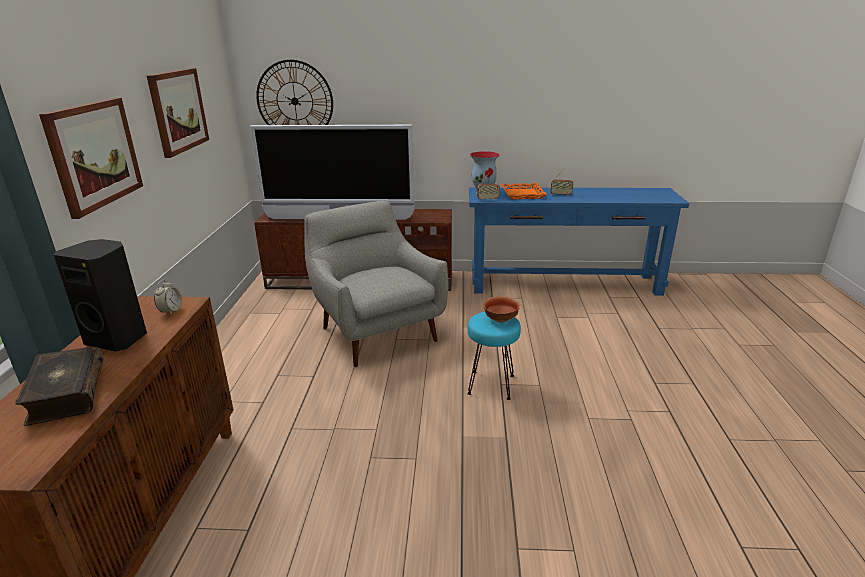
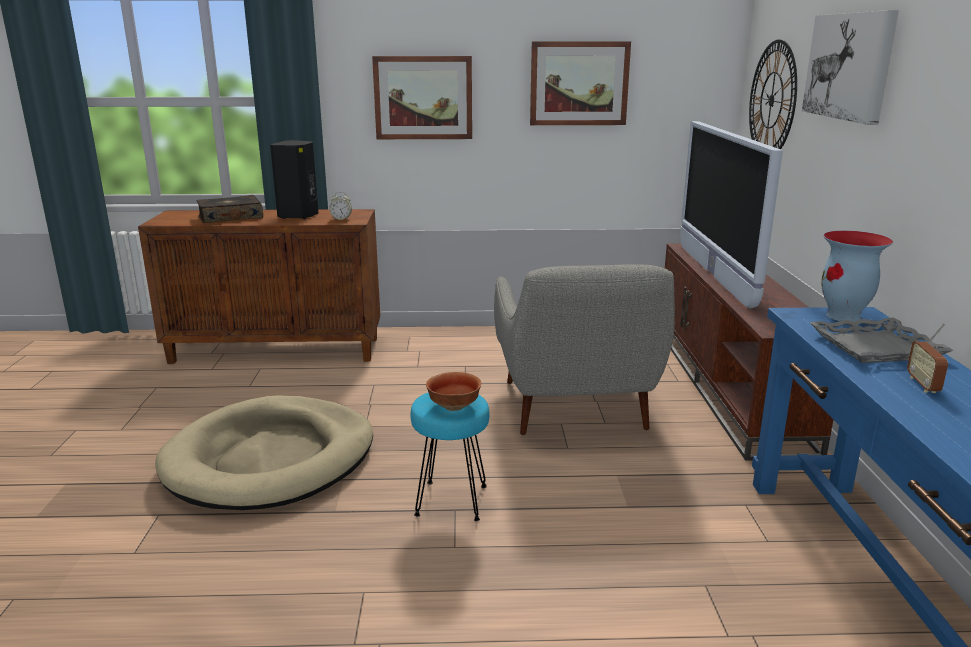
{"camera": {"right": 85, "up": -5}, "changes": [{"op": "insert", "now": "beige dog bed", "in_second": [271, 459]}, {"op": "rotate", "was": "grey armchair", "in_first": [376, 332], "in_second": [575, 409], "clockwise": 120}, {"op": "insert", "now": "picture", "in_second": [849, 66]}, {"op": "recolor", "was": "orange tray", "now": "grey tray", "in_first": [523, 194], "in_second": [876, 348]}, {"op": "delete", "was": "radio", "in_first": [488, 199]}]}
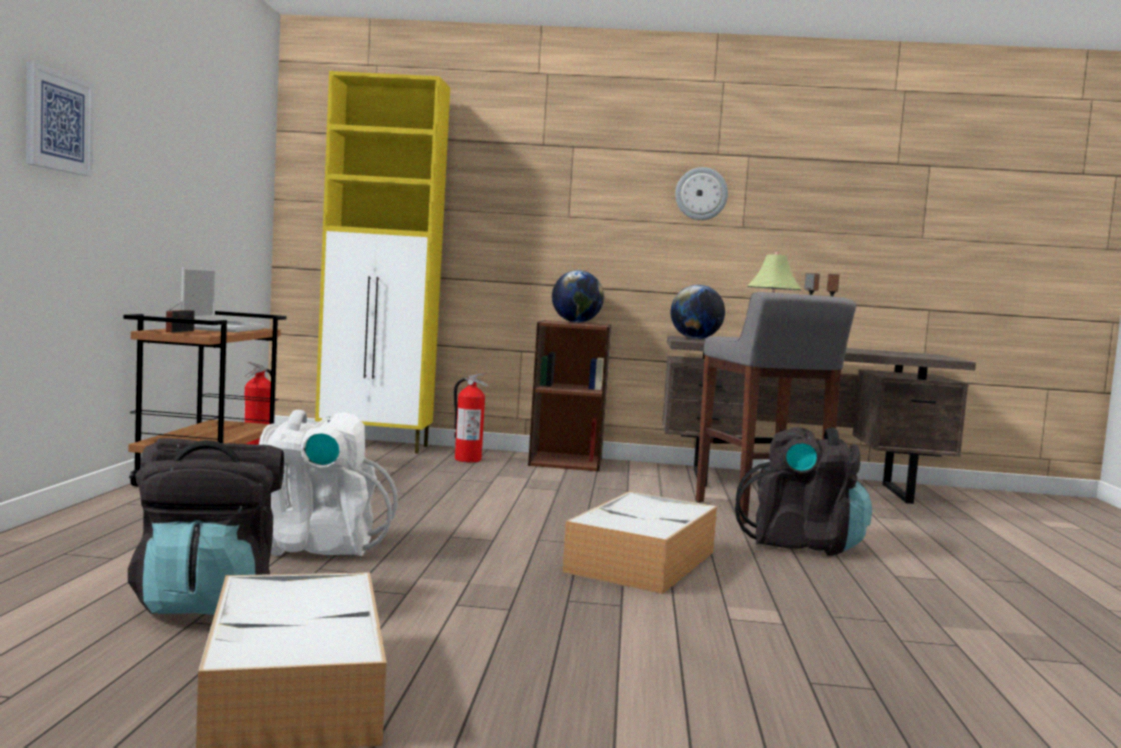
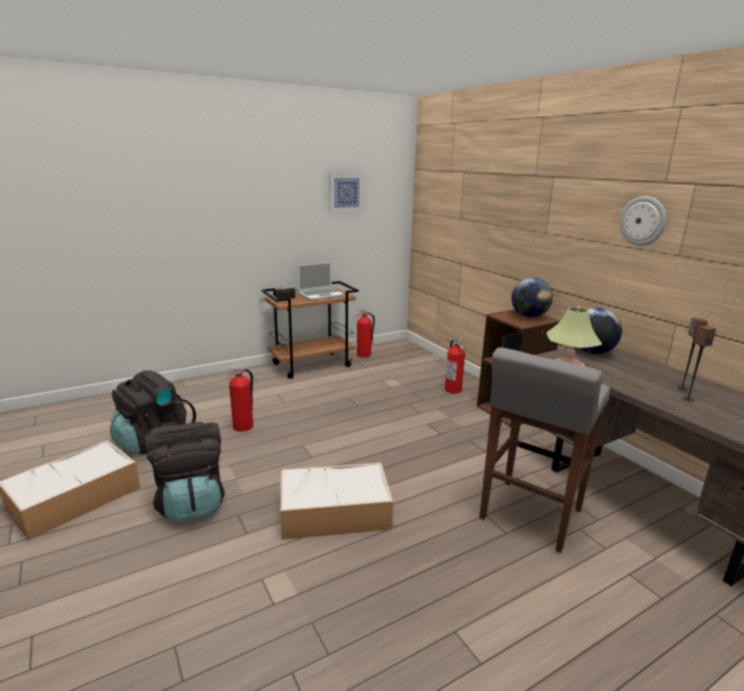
{"camera": {"right": 55, "up": 15}, "changes": [{"op": "move", "was": "black backpack", "in_first": [801, 544], "in_second": [192, 502]}, {"op": "replace", "was": "white backpack", "now": "fire extinguisher", "in_first": [314, 546], "in_second": [243, 427]}, {"op": "move", "was": "picture", "in_first": [58, 121], "in_second": [345, 192]}, {"op": "delete", "was": "yellow cabinet", "in_first": [375, 446]}]}
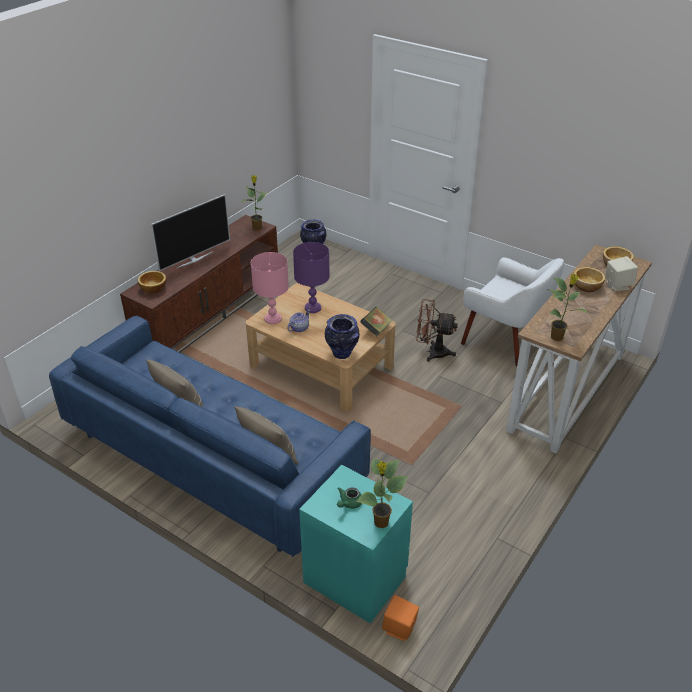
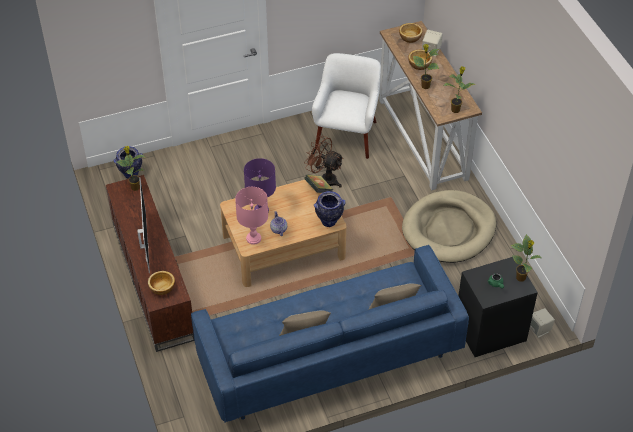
{"camera": {"right": -55, "up": 10}, "changes": [{"op": "rotate", "was": "brown fan", "in_first": [432, 352], "in_second": [324, 179], "clockwise": 75}, {"op": "rotate", "was": "white armchair", "in_first": [505, 340], "in_second": [347, 134], "clockwise": -60}, {"op": "insert", "now": "beige dog bed", "in_second": [449, 229]}, {"op": "insert", "now": "potted plant", "in_second": [425, 86]}, {"op": "recolor", "was": "turquoise nightstand", "now": "black nightstand", "in_first": [355, 578], "in_second": [490, 330]}, {"op": "recolor", "was": "orange speaker", "now": "beige speaker", "in_first": [399, 629], "in_second": [539, 330]}]}
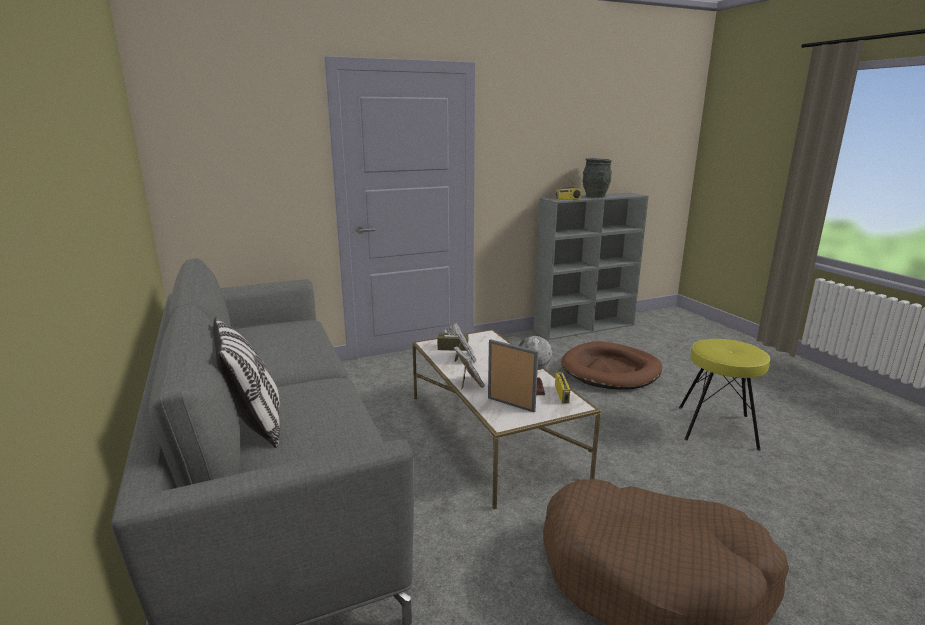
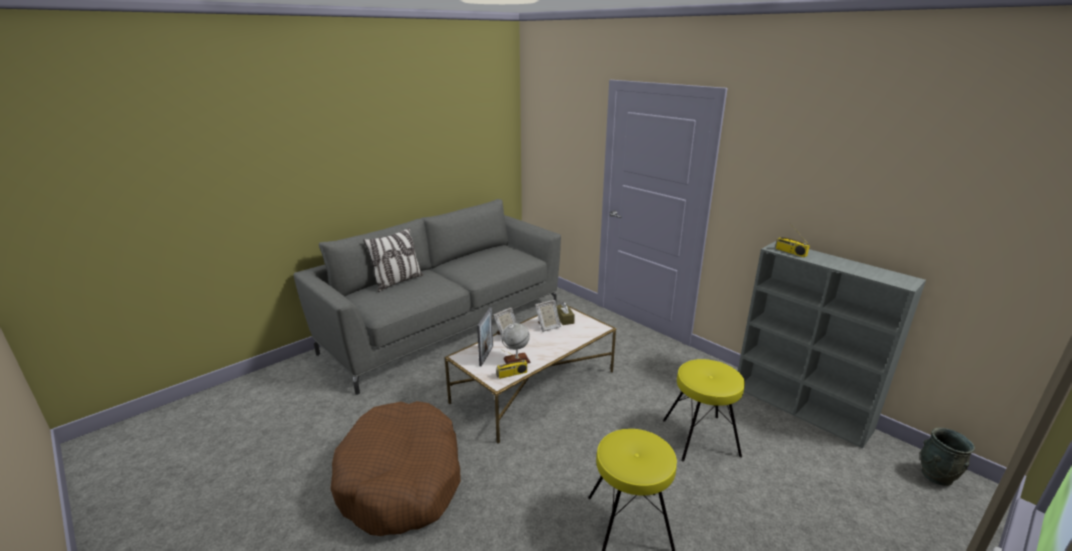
{"camera": {"right": 70, "up": 5}, "changes": [{"op": "replace", "was": "brown dog bed", "now": "yellow stool", "in_first": [611, 370], "in_second": [701, 438]}, {"op": "move", "was": "grey vase", "in_first": [595, 196], "in_second": [935, 476]}]}
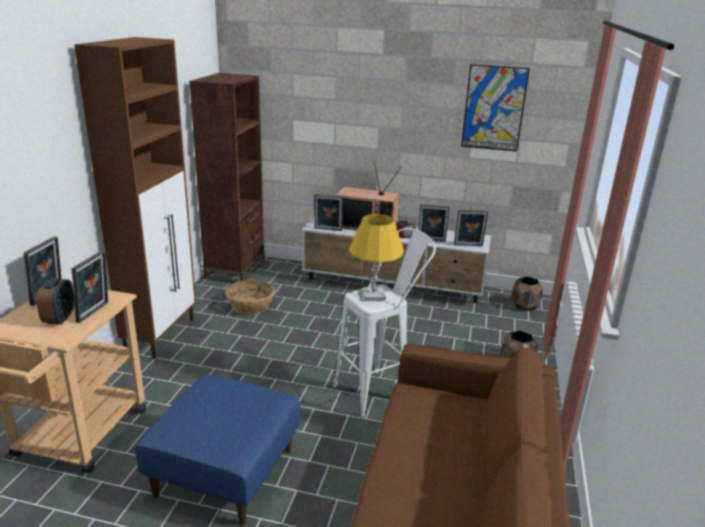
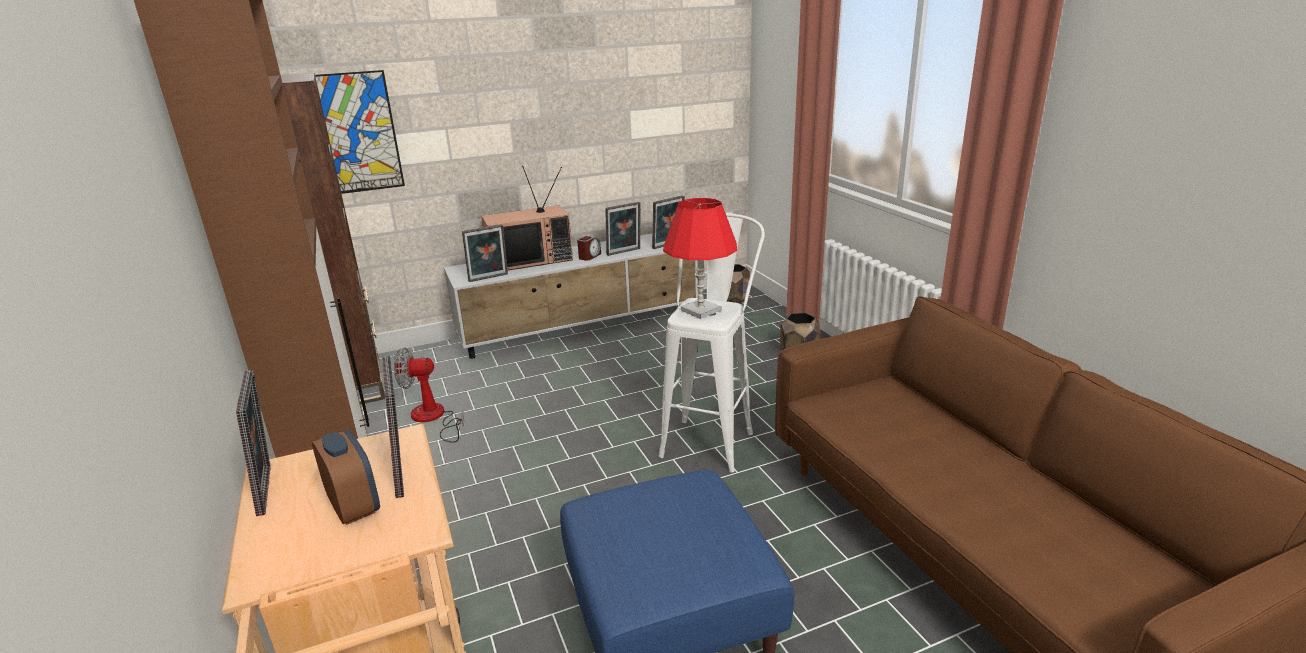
{"camera": {"right": -35, "up": 0}, "changes": [{"op": "move", "was": "picture", "in_first": [494, 108], "in_second": [352, 133]}, {"op": "replace", "was": "basket", "now": "fan", "in_first": [251, 306], "in_second": [433, 418]}, {"op": "recolor", "was": "yellow table lamp", "now": "red table lamp", "in_first": [373, 295], "in_second": [700, 310]}]}
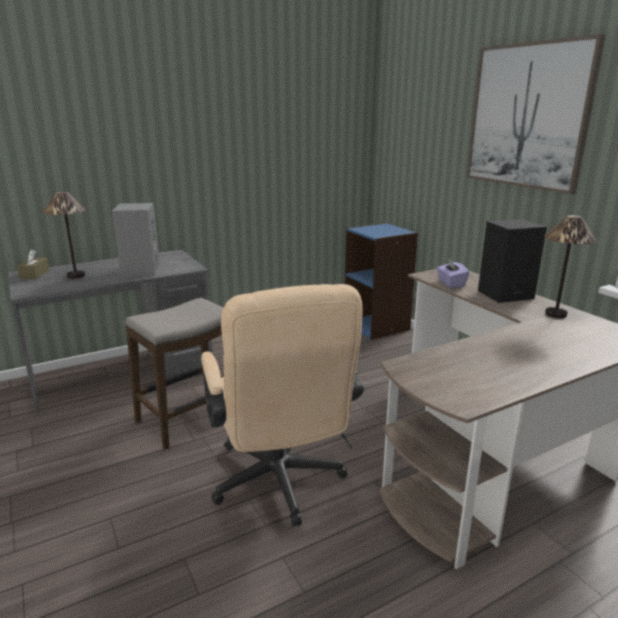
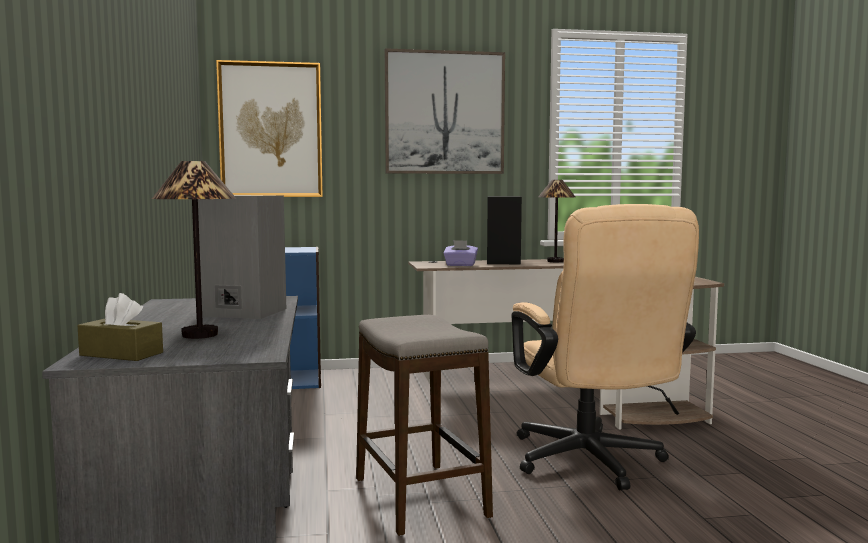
{"camera": {"right": -70, "up": -15}, "changes": [{"op": "insert", "now": "picture", "in_second": [271, 130]}, {"op": "rotate", "was": "beige office chair", "in_first": [280, 484], "in_second": [592, 464], "clockwise": 75}]}
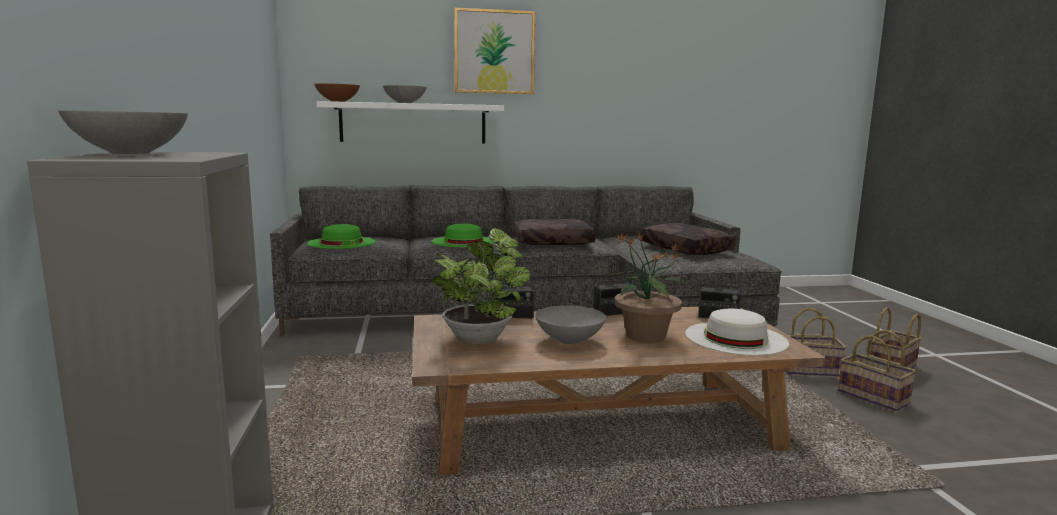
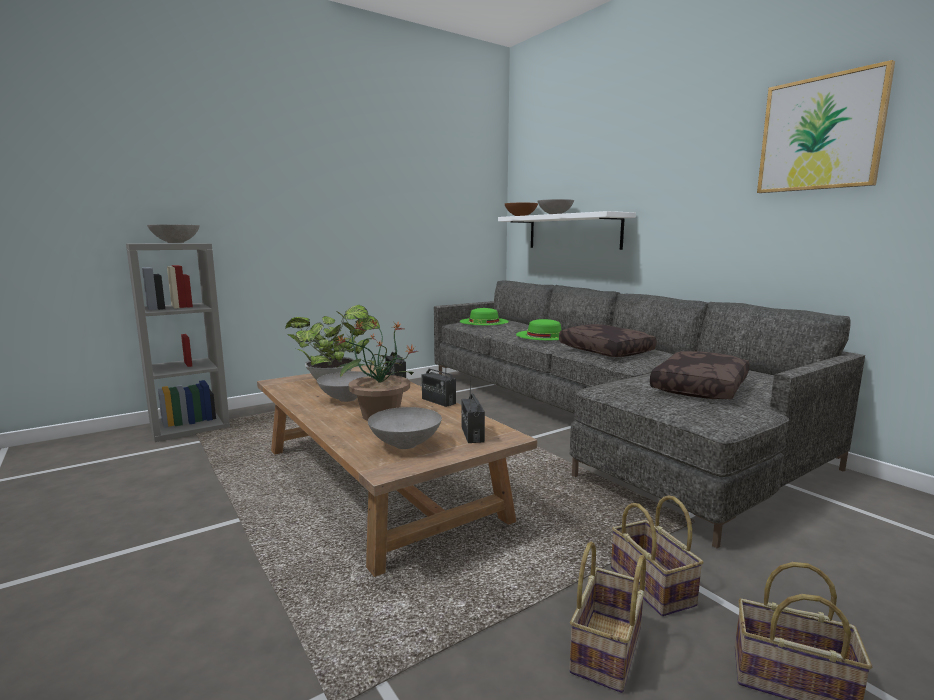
{"camera": {"right": 65, "up": 0}, "changes": [{"op": "replace", "was": "white hat", "now": "grey bowl", "in_first": [735, 338], "in_second": [404, 445]}, {"op": "move", "was": "picture", "in_first": [494, 52], "in_second": [820, 134]}]}
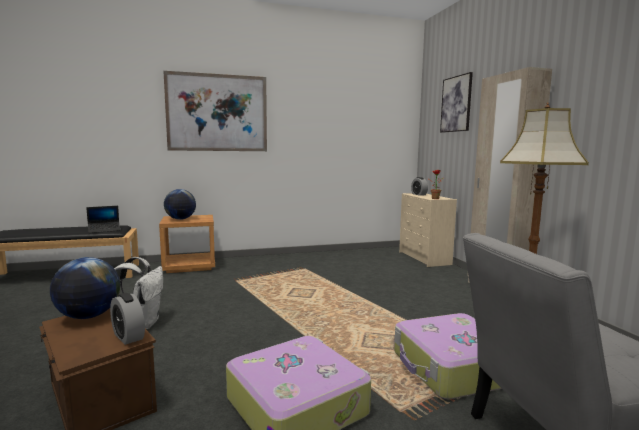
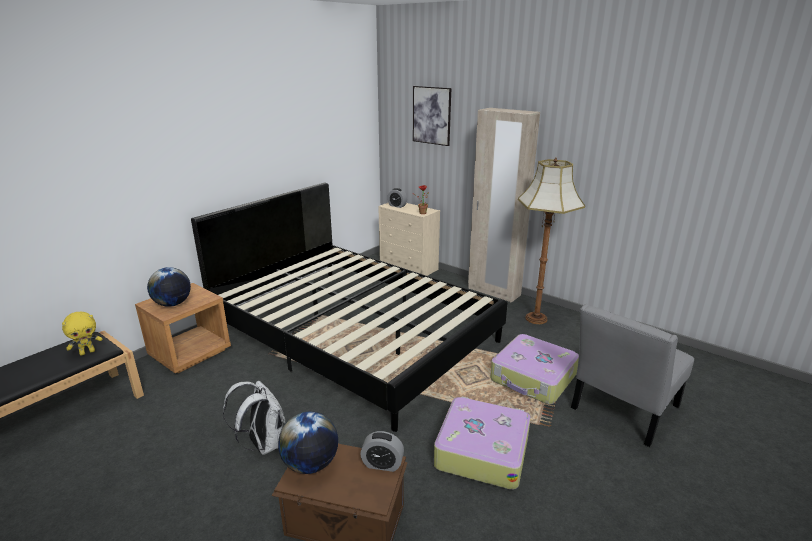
{"camera": {"right": -35, "up": 15}, "changes": [{"op": "replace", "was": "laptop", "now": "yellow plush toy", "in_first": [104, 230], "in_second": [87, 352]}, {"op": "insert", "now": "black bed", "in_second": [354, 334]}, {"op": "delete", "was": "picture", "in_first": [217, 113]}]}
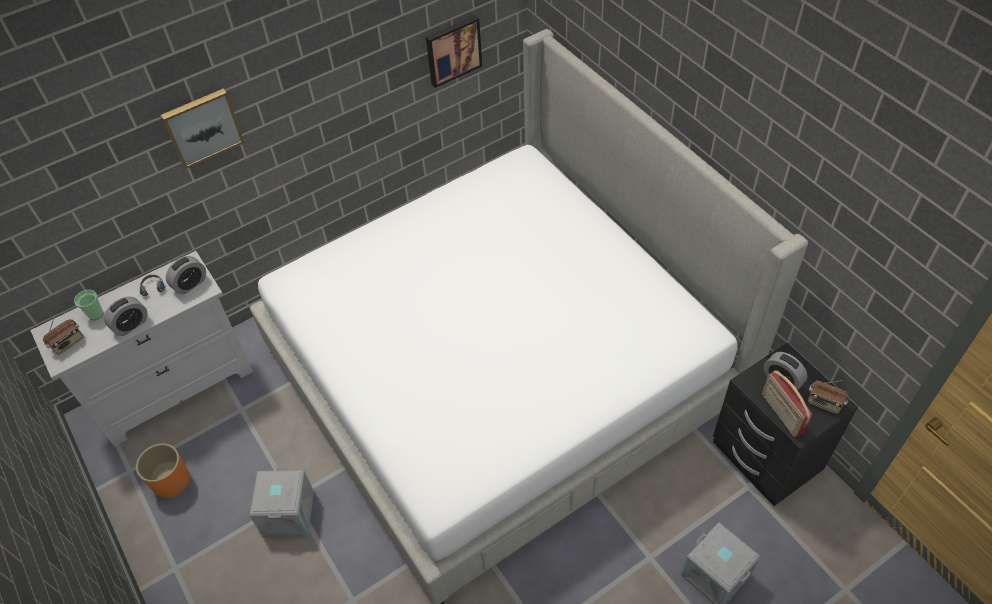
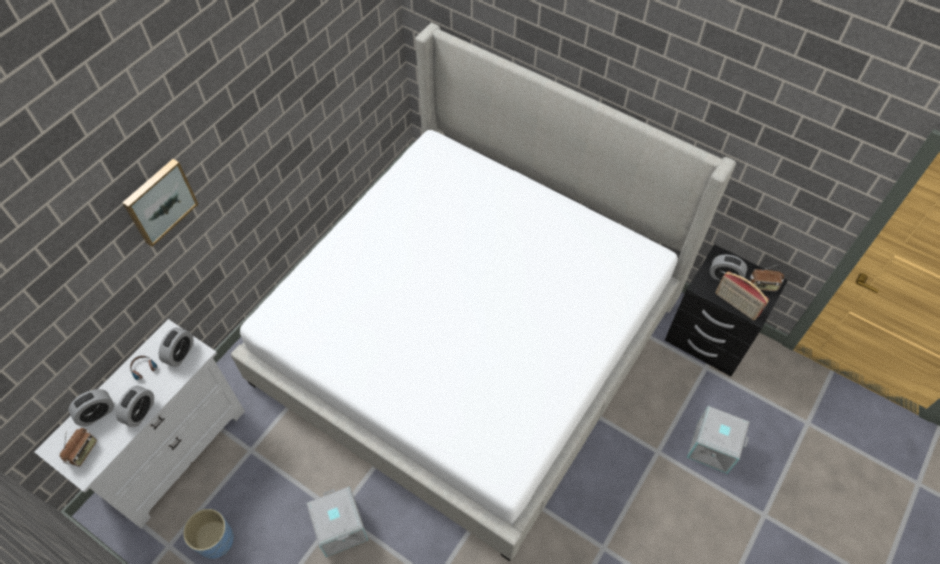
{"camera": {"right": -25, "up": 5}, "changes": [{"op": "replace", "was": "cup", "now": "alarm clock", "in_first": [96, 314], "in_second": [97, 413]}, {"op": "recolor", "was": "orange planter", "now": "blue planter", "in_first": [171, 481], "in_second": [215, 540]}, {"op": "delete", "was": "picture", "in_first": [453, 50]}]}
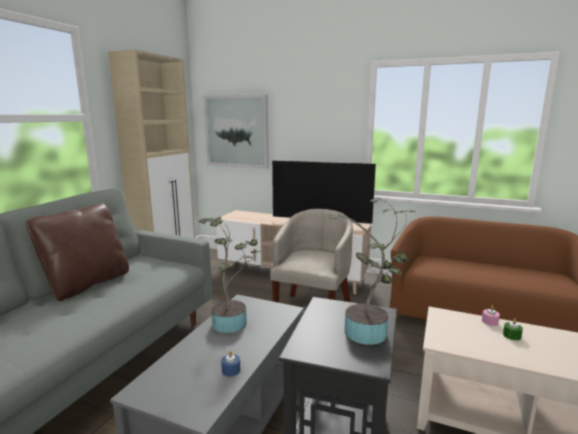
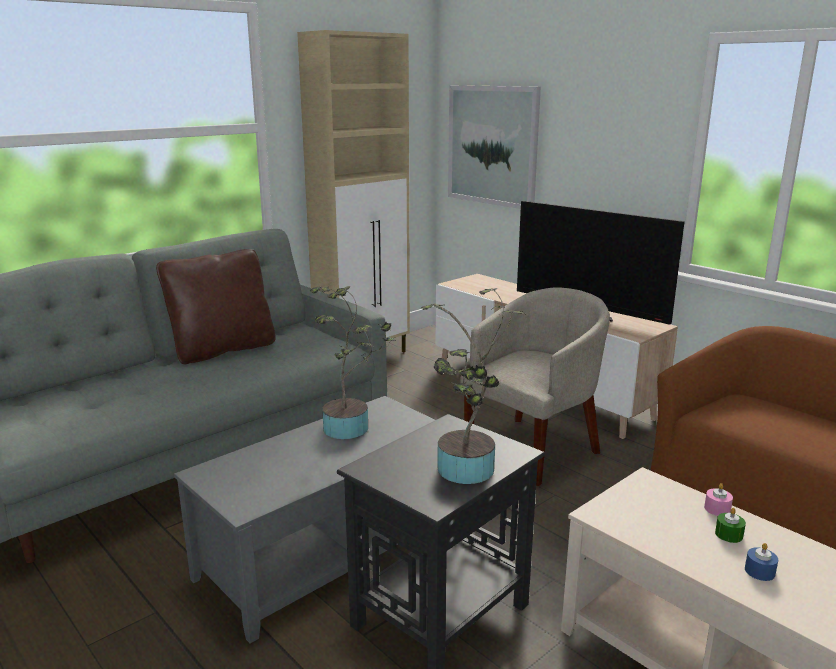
{"camera": {"right": 25, "up": 5}, "changes": [{"op": "move", "was": "blue candle", "in_first": [231, 370], "in_second": [759, 571]}]}
